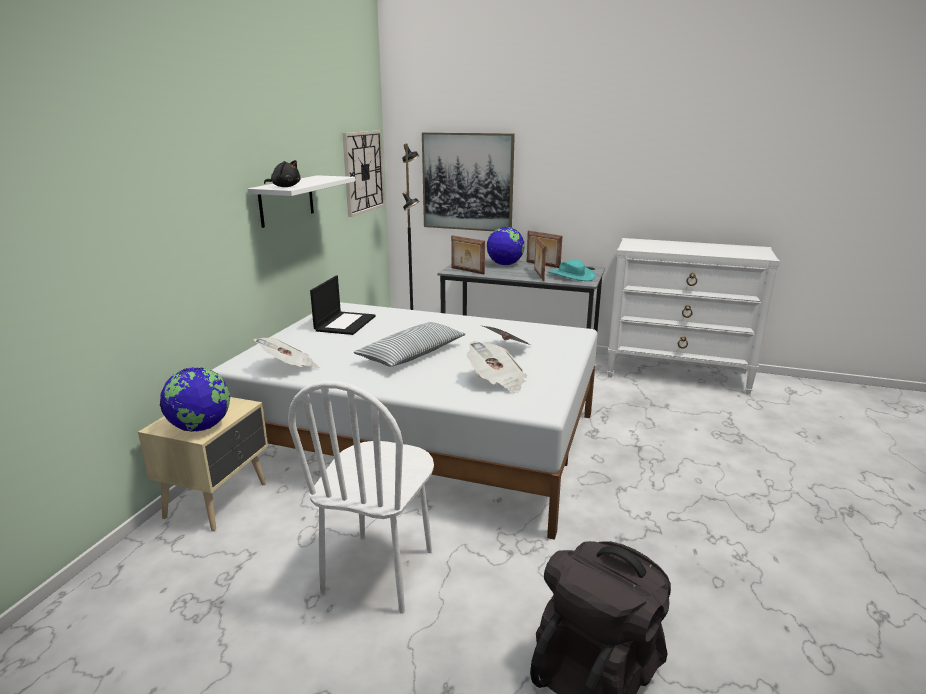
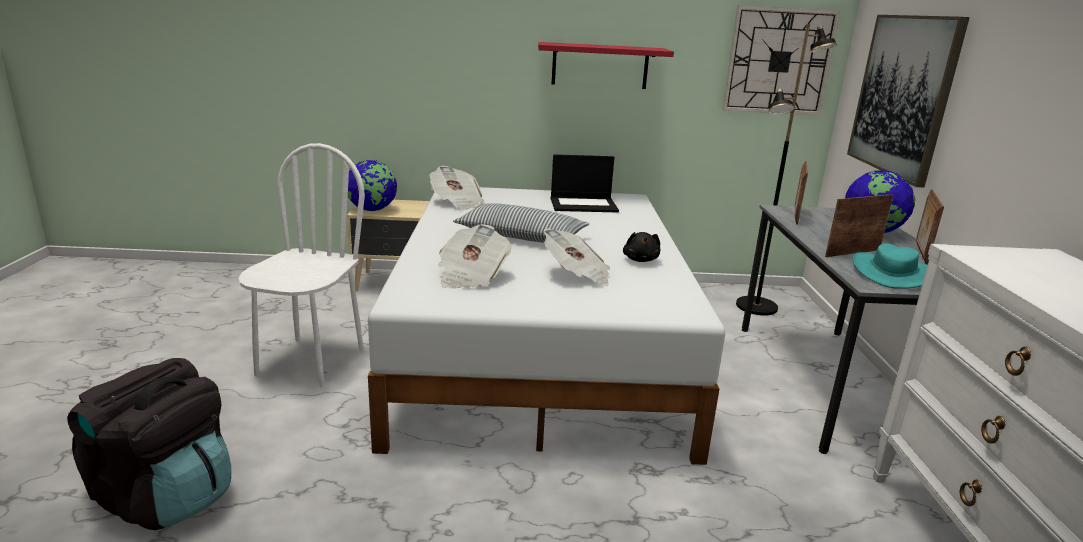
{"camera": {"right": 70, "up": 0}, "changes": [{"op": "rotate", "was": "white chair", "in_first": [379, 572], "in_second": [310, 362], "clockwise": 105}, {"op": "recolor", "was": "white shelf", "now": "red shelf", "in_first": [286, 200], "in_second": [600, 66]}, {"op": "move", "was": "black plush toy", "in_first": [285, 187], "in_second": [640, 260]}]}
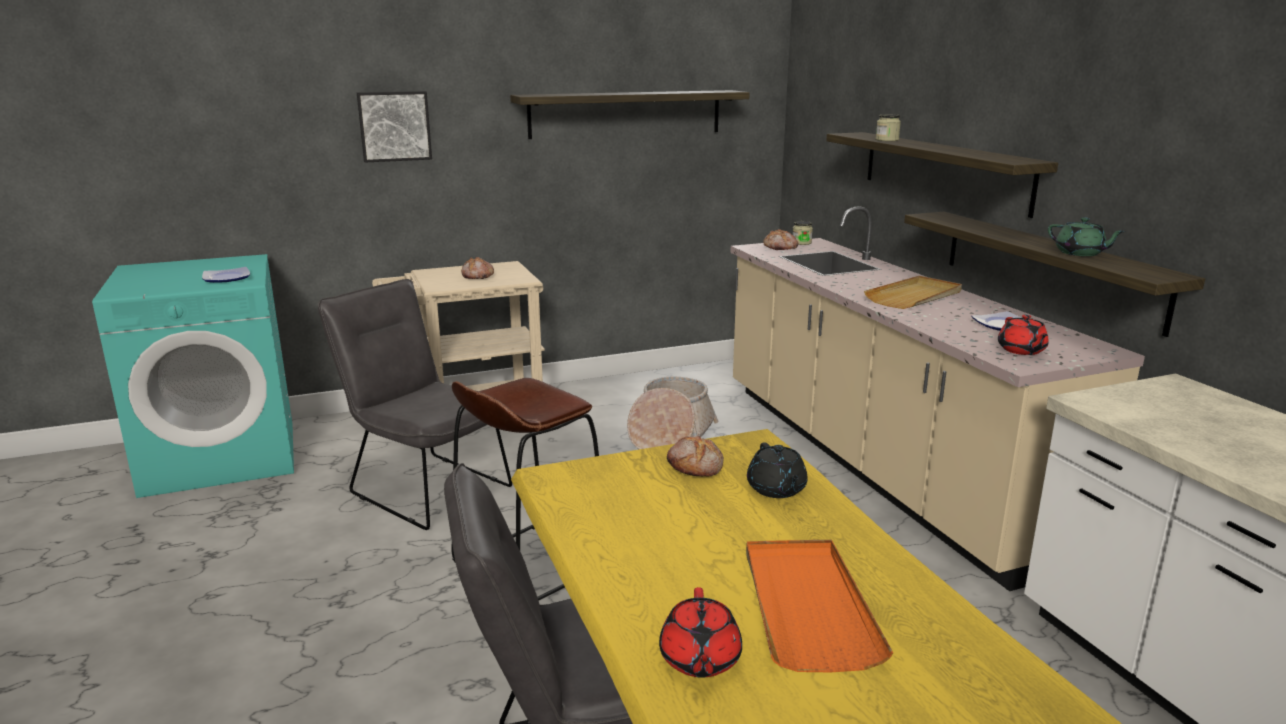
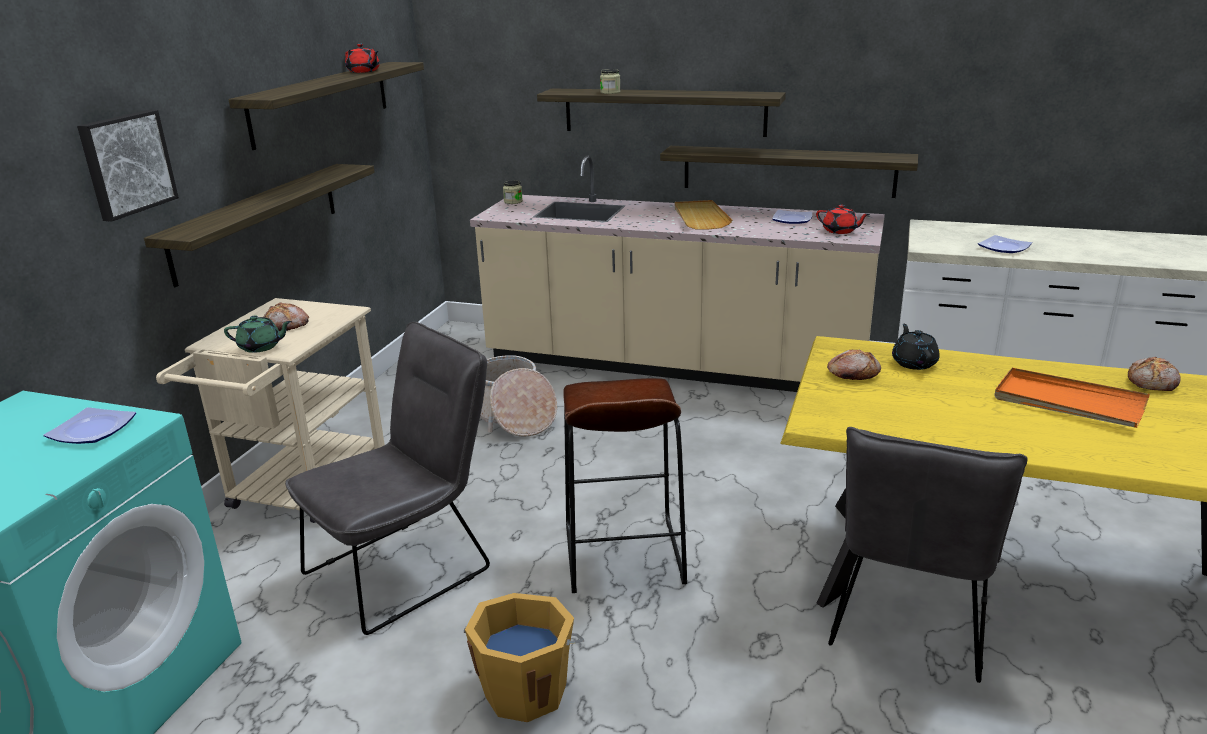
{"camera": {"right": -50, "up": 5}, "changes": [{"op": "insert", "now": "shelf", "in_second": [258, 220]}, {"op": "move", "was": "green teapot", "in_first": [1080, 253], "in_second": [261, 347]}, {"op": "rotate", "was": "grey chair", "in_first": [424, 487], "in_second": [408, 566], "clockwise": 150}, {"op": "move", "was": "red teapot", "in_first": [699, 660], "in_second": [363, 71]}, {"op": "insert", "now": "orange bucket", "in_second": [526, 689]}, {"op": "rotate", "was": "black teapot", "in_first": [776, 489], "in_second": [914, 363], "clockwise": -120}, {"op": "insert", "now": "plate", "in_second": [1003, 247]}, {"op": "move", "was": "bread", "in_first": [780, 247], "in_second": [1153, 383]}]}
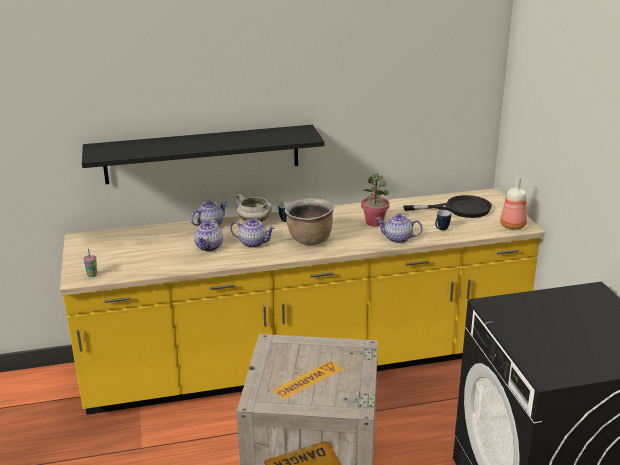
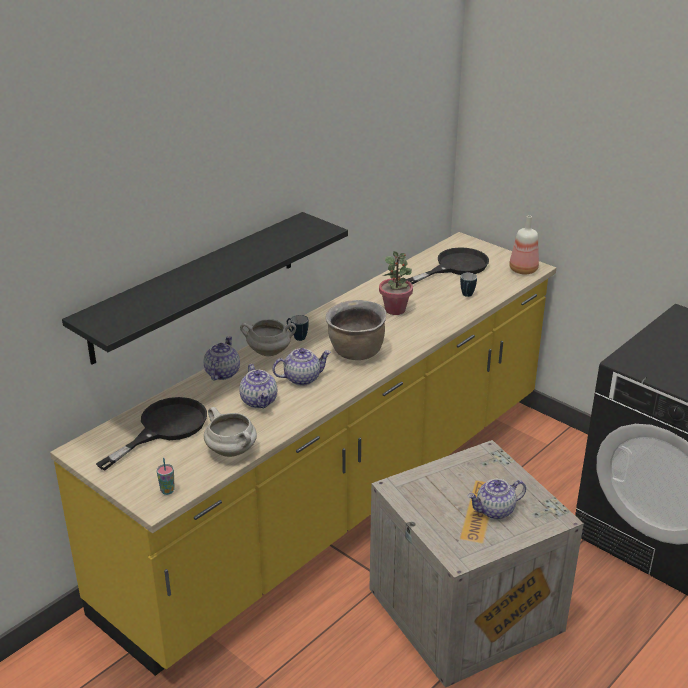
{"camera": {"right": -35, "up": 5}, "changes": [{"op": "insert", "now": "black frying pan", "in_second": [164, 428]}, {"op": "insert", "now": "white cooking pot", "in_second": [232, 451]}, {"op": "move", "was": "teapot", "in_first": [397, 239], "in_second": [495, 511]}]}
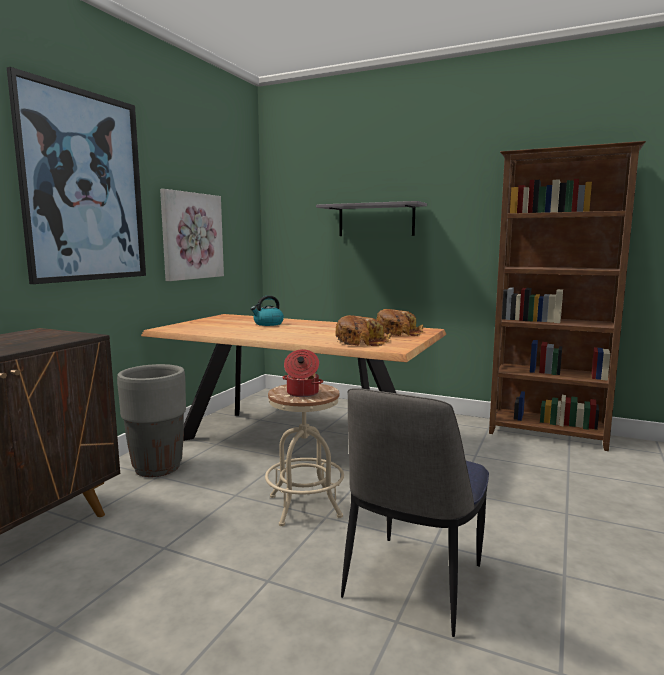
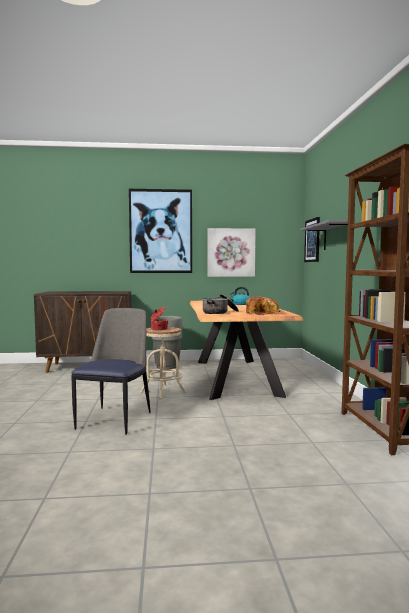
{"camera": {"right": 60, "up": -5}, "changes": [{"op": "rotate", "was": "chair", "in_first": [412, 584], "in_second": [115, 419], "clockwise": 105}, {"op": "replace", "was": "bread", "now": "cooking pot", "in_first": [361, 342], "in_second": [220, 312]}, {"op": "insert", "now": "picture", "in_second": [312, 240]}]}
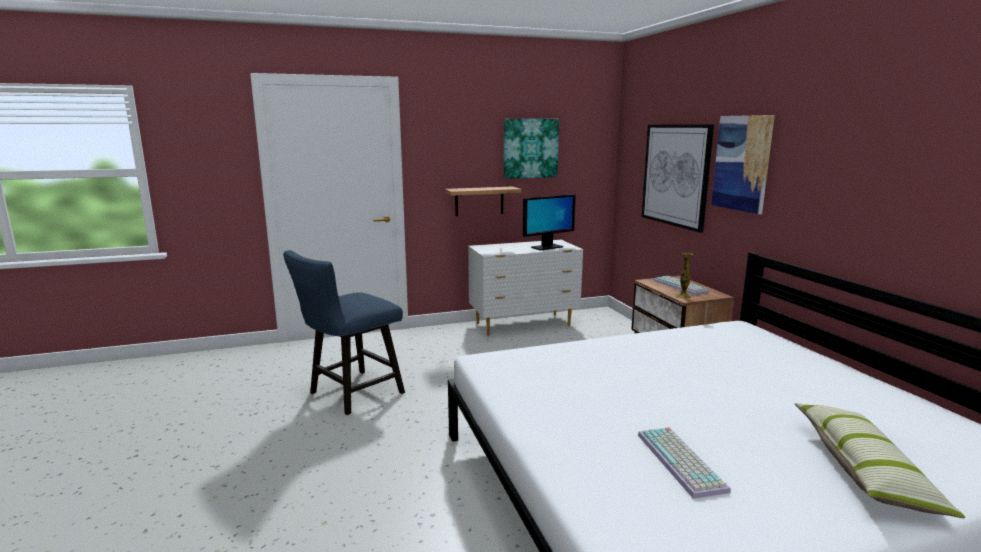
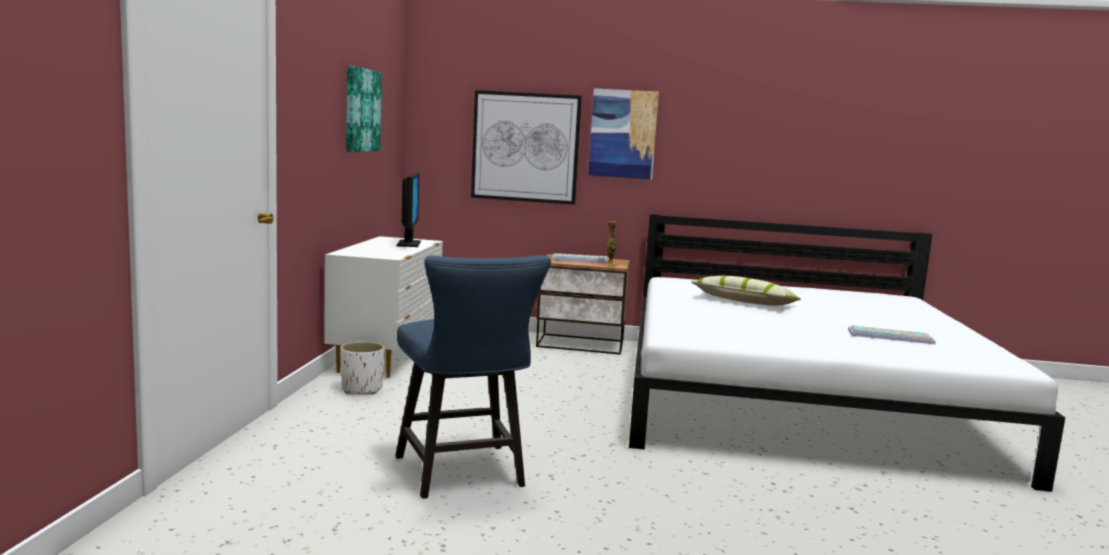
{"camera": {"right": -65, "up": -5}, "changes": [{"op": "insert", "now": "white planter", "in_second": [361, 389]}, {"op": "move", "was": "pillow", "in_first": [864, 470], "in_second": [744, 302]}, {"op": "delete", "was": "shelf", "in_first": [479, 201]}]}
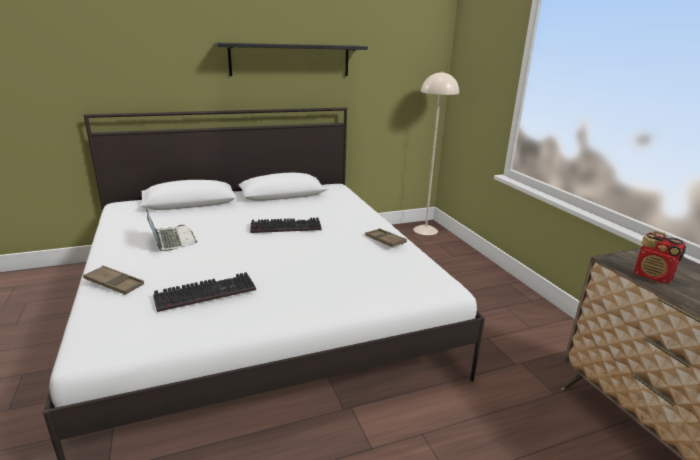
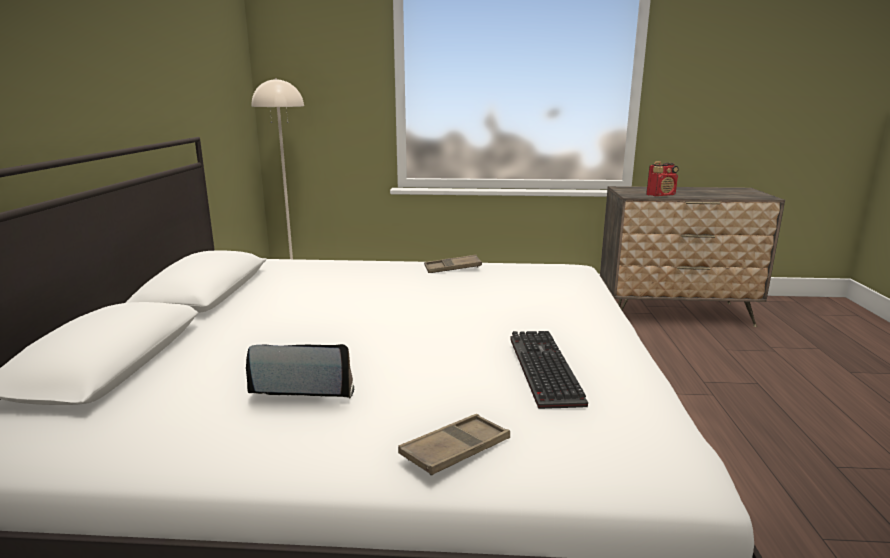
{"camera": {"right": -65, "up": -5}, "changes": [{"op": "delete", "was": "black shelf", "in_first": [290, 60]}, {"op": "delete", "was": "keyboard", "in_first": [287, 227]}]}
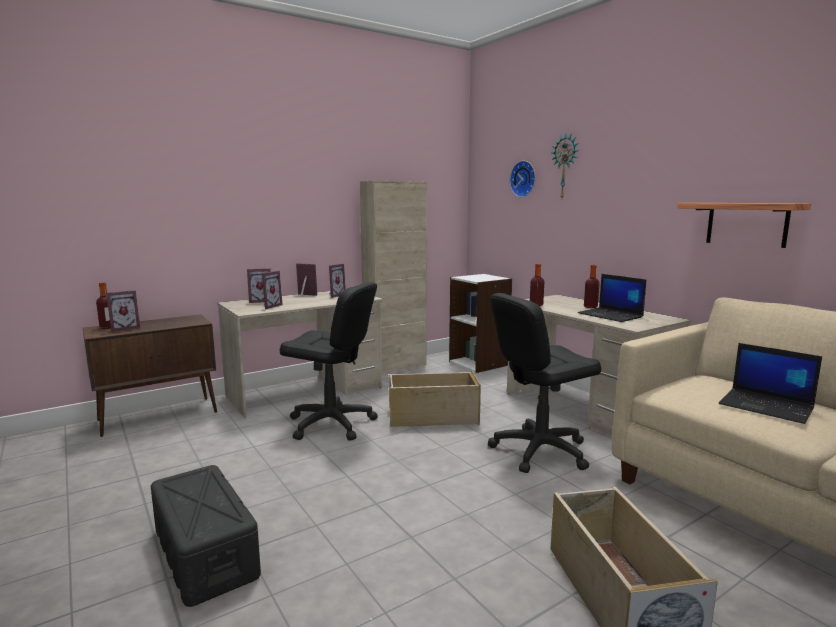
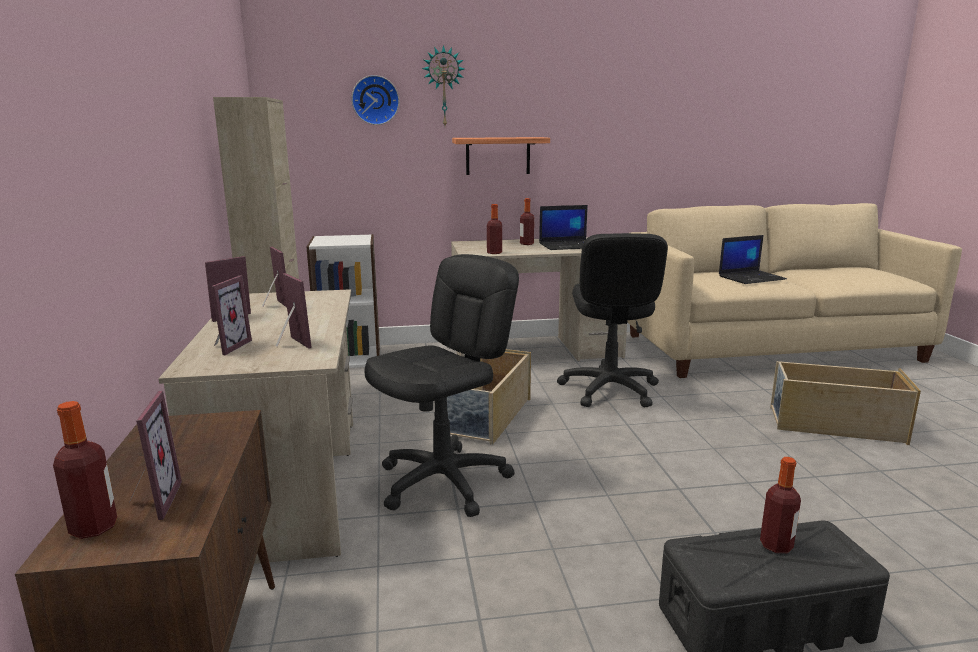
{"camera": {"right": -65, "up": 5}, "changes": [{"op": "move", "was": "shelf", "in_first": [746, 224], "in_second": [498, 156]}, {"op": "insert", "now": "bottle", "in_second": [776, 545]}]}
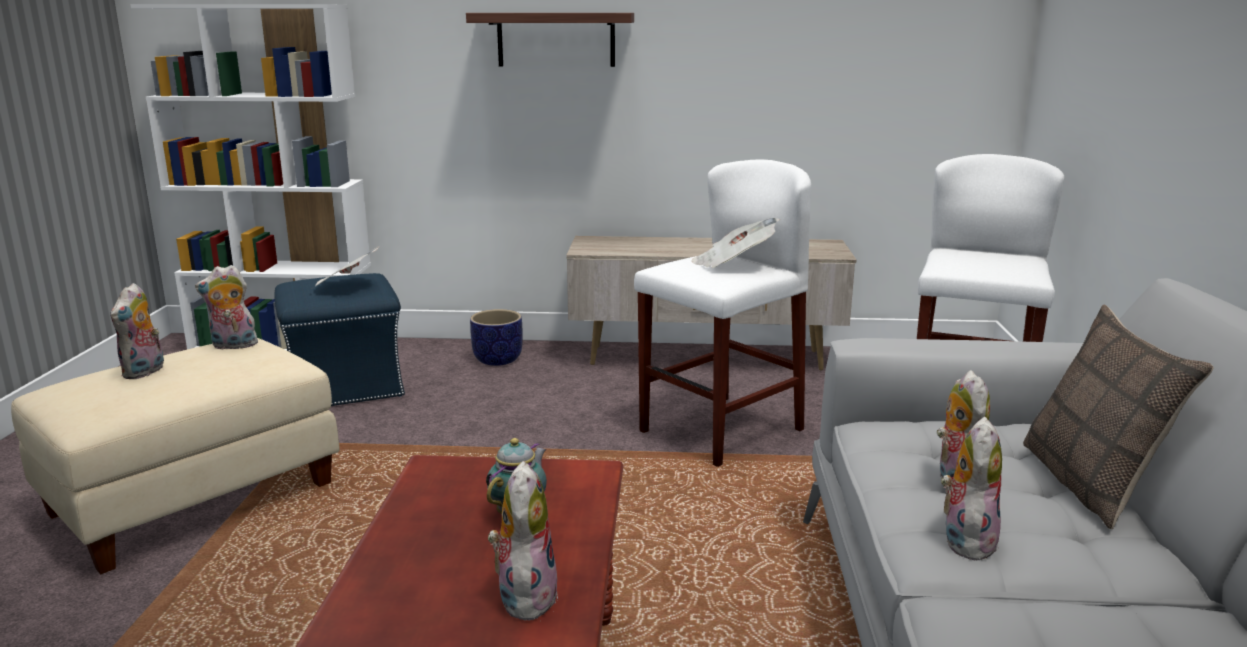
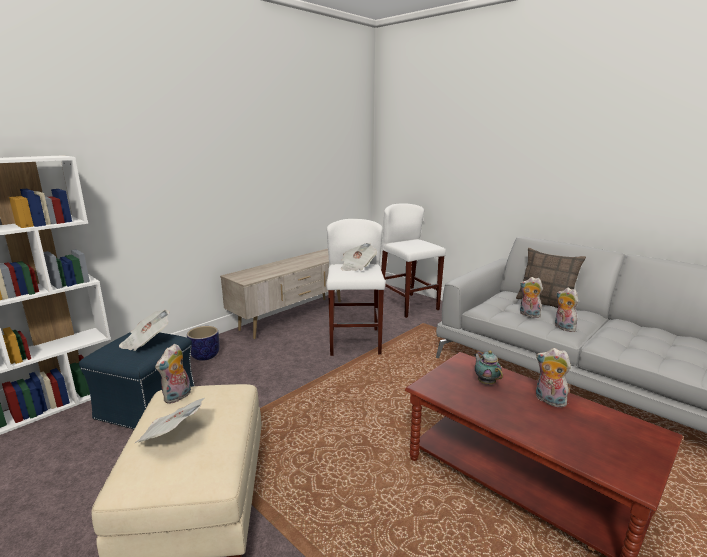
{"camera": {"right": -50, "up": 0}, "changes": [{"op": "replace", "was": "plush toy", "now": "newspaper", "in_first": [145, 372], "in_second": [172, 435]}, {"op": "delete", "was": "shelf", "in_first": [556, 39]}]}
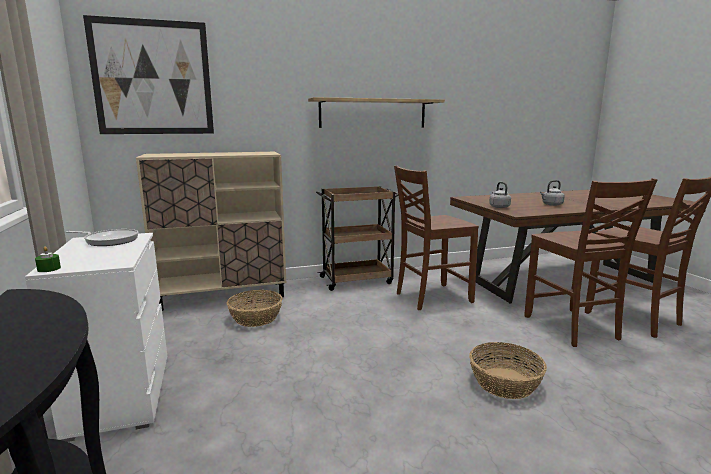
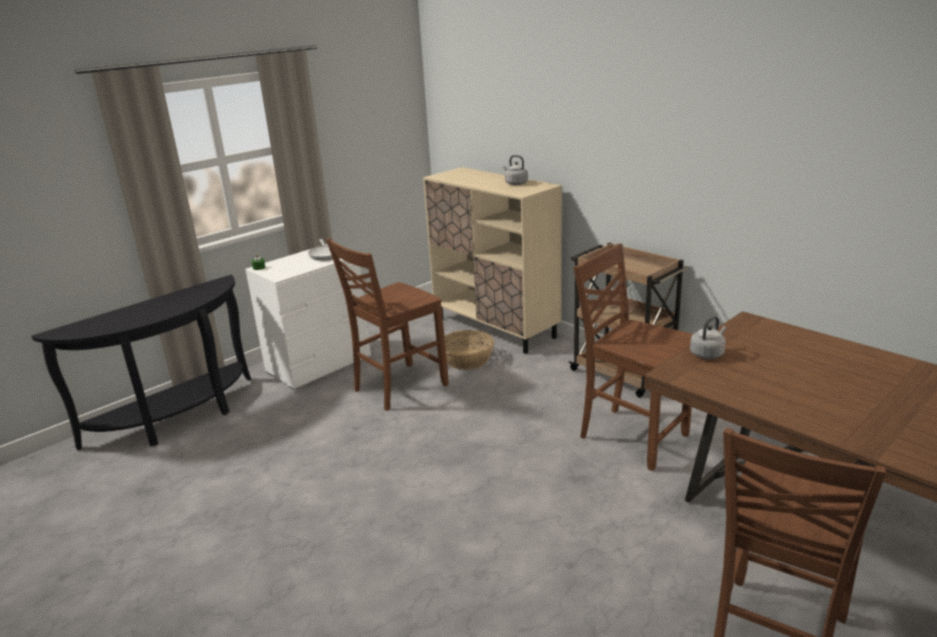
{"camera": {"right": 65, "up": 10}, "changes": [{"op": "move", "was": "brown chair", "in_first": [572, 328], "in_second": [398, 387]}, {"op": "move", "was": "grey kettle", "in_first": [551, 204], "in_second": [515, 183]}, {"op": "delete", "was": "picture", "in_first": [153, 78]}, {"op": "delete", "was": "shelf", "in_first": [373, 113]}, {"op": "delete", "was": "basket", "in_first": [505, 383]}]}
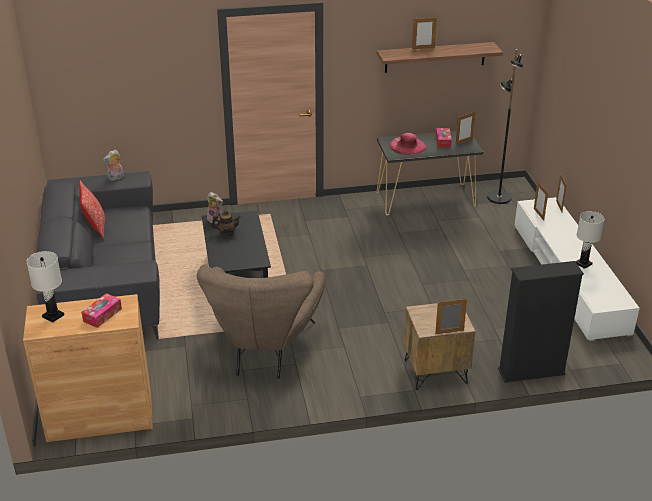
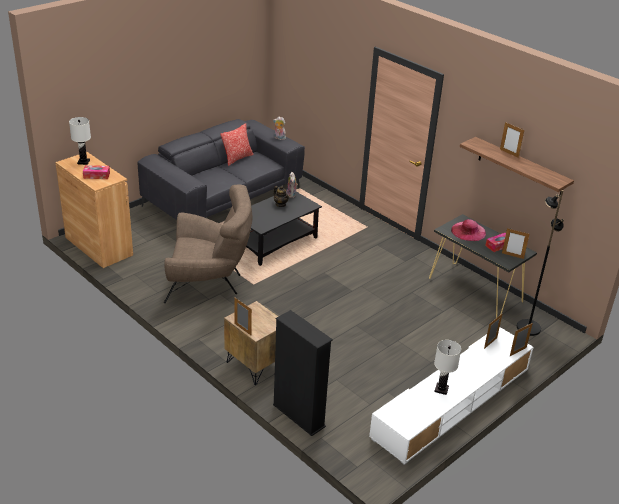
{"camera": {"right": 55, "up": 0}, "changes": [{"op": "rotate", "was": "brown armchair", "in_first": [264, 352], "in_second": [209, 282], "clockwise": -150}]}
